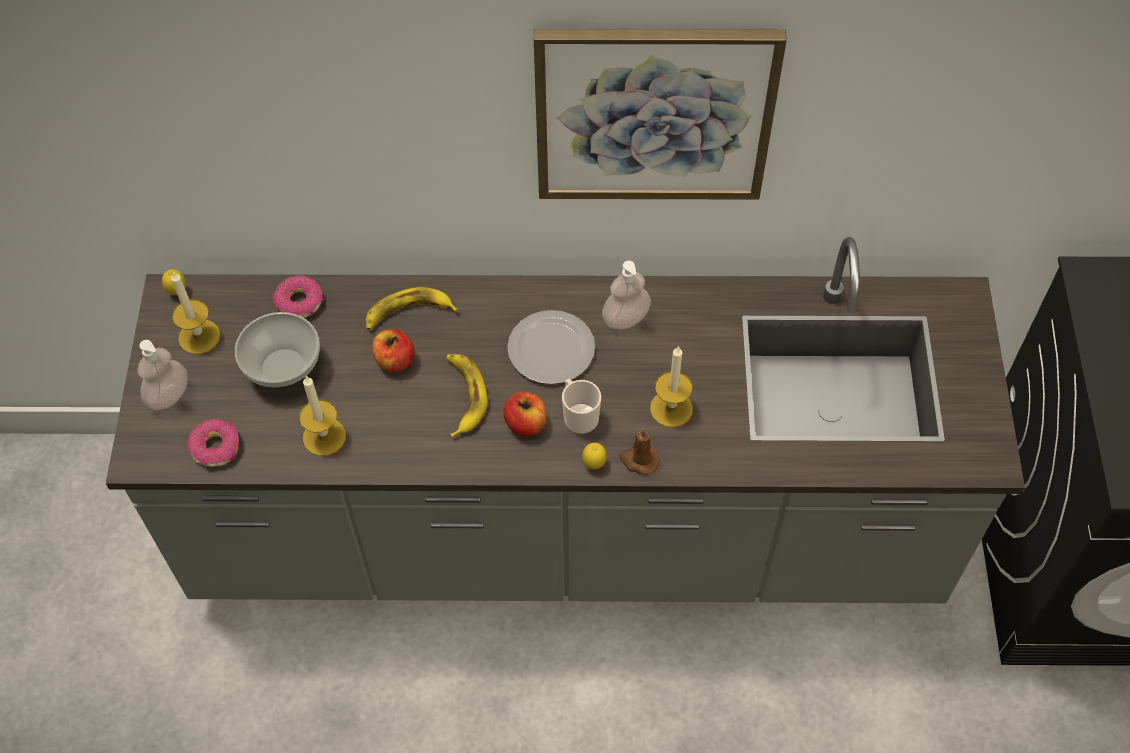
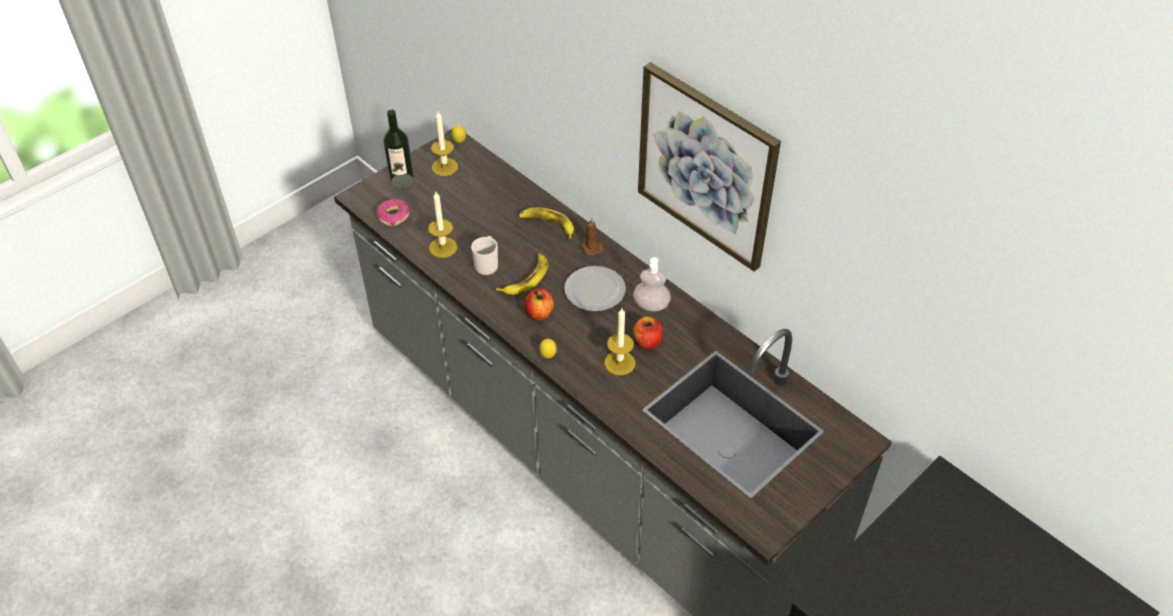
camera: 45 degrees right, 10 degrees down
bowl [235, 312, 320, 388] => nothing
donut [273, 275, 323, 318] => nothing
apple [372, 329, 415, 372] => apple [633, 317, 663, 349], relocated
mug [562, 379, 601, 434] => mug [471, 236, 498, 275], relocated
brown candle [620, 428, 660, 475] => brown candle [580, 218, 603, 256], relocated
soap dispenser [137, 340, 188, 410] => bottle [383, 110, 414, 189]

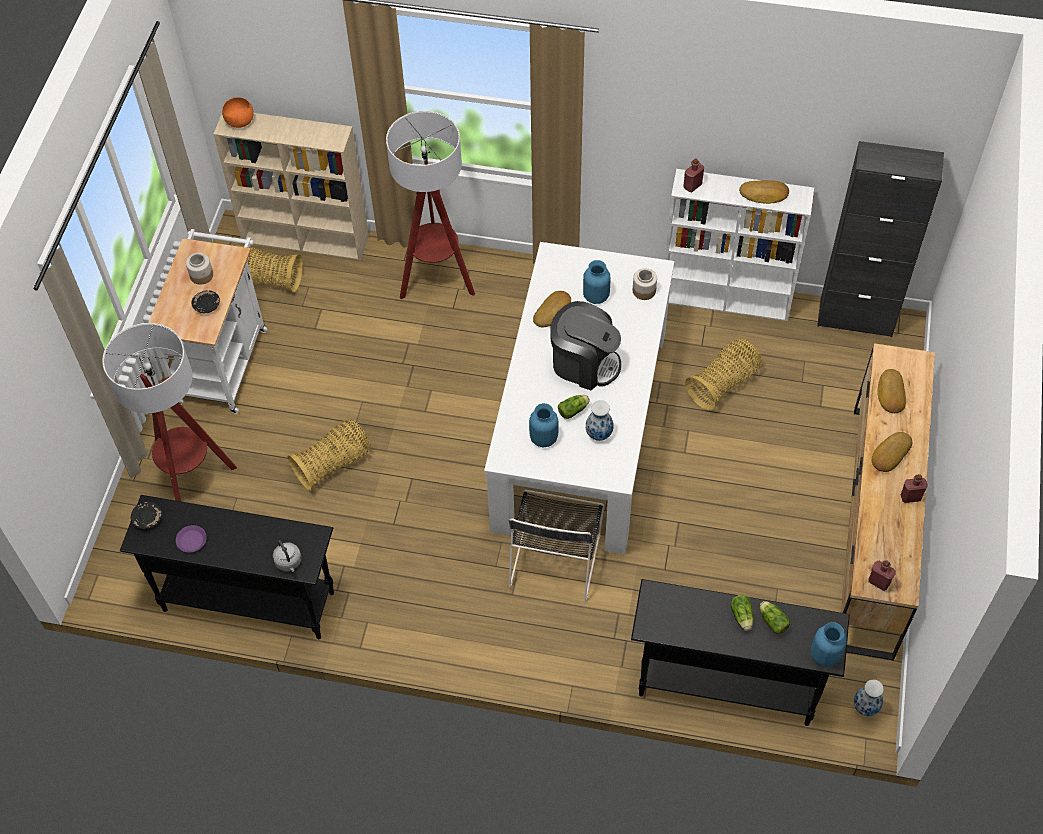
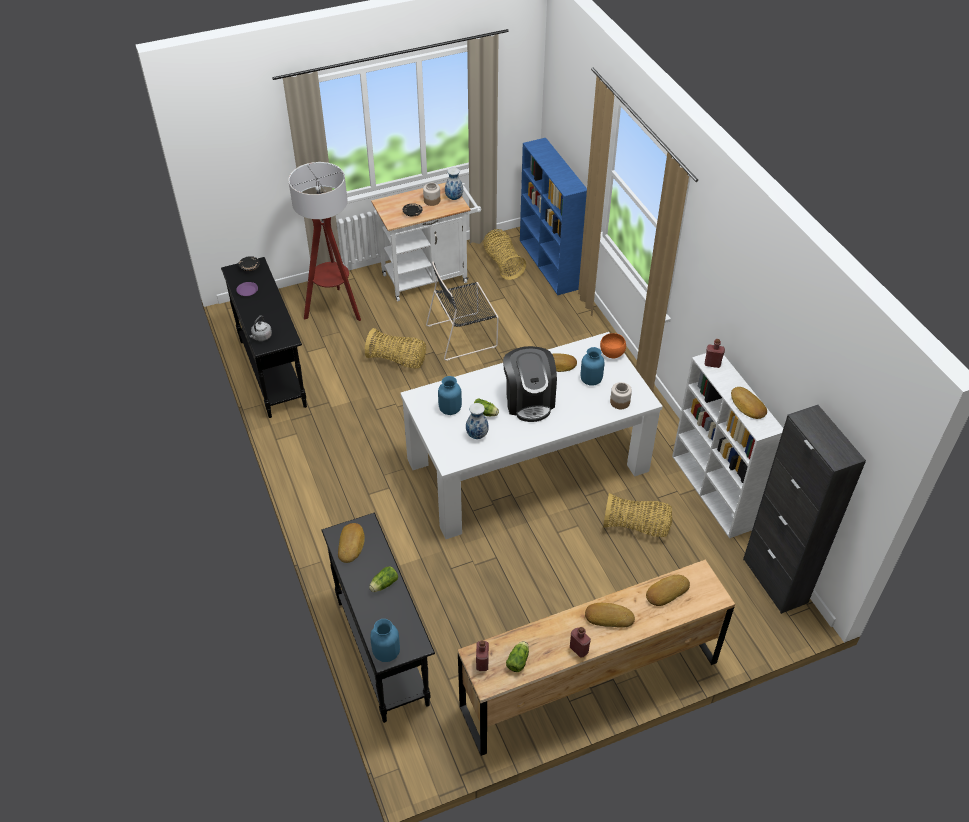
camera: 55 degrees right, 10 degrees down
floor lamp [386, 111, 475, 299] => nothing
nothing => bread [338, 523, 365, 563]
orange bowl [222, 97, 254, 128] => orange bowl [600, 333, 626, 358], relocated
black chair [509, 490, 604, 602] => black chair [426, 262, 498, 361], relocated
lettuce [760, 601, 790, 634] => lettuce [506, 641, 529, 672], relocated
vase [854, 680, 884, 716] => vase [445, 167, 463, 200], relocated
beige bookcase [213, 113, 369, 260] => blue bookcase [520, 138, 587, 295]

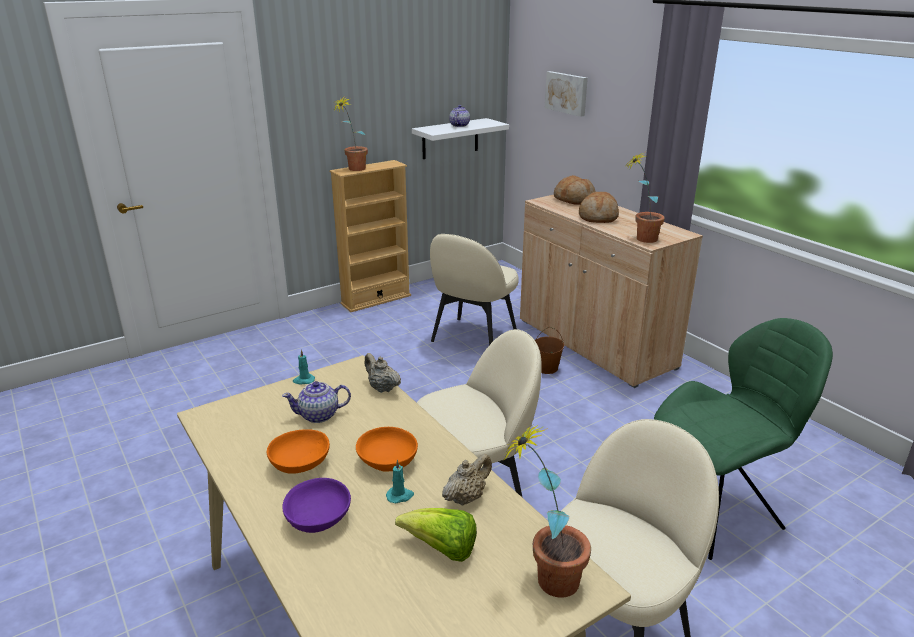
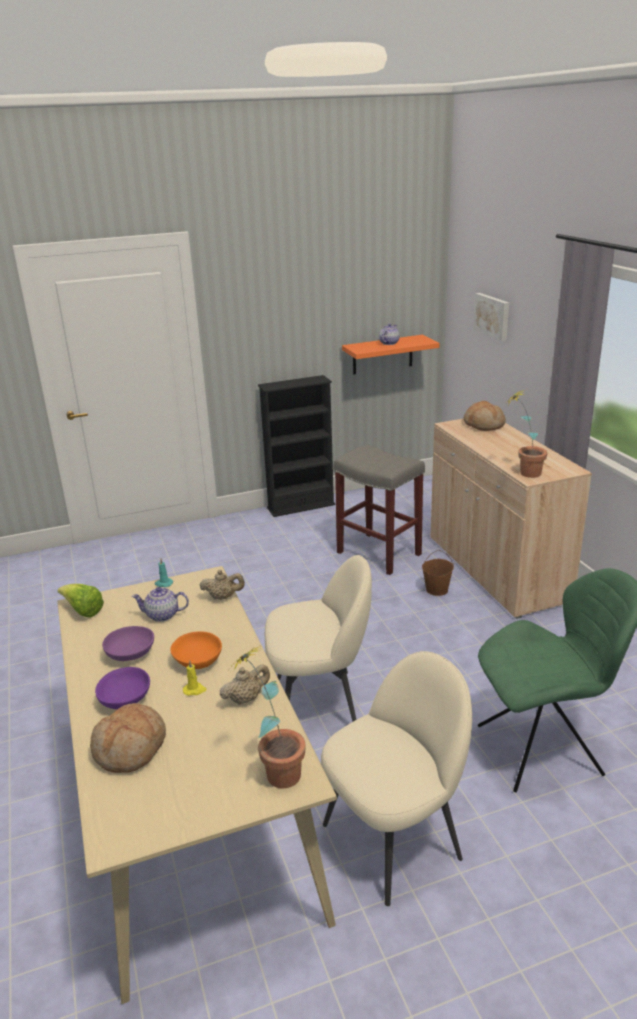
camera: 15 degrees right, 0 degrees up
potted plant [333, 97, 368, 171] => nothing
lettuce [395, 508, 477, 562] => lettuce [57, 584, 104, 618], relocated
bread [579, 192, 619, 223] => bread [90, 703, 166, 773], relocated
beige chair [430, 234, 519, 345] => grey stool [334, 445, 425, 575]
orange bowl [267, 429, 330, 474] => purple bowl [102, 626, 154, 661]
beige bookcase [329, 160, 411, 312] => black bookcase [258, 375, 335, 517]
turquoise candle [386, 460, 414, 503] => yellow candle [183, 661, 207, 696]
white shelf [412, 118, 509, 159] => orange shelf [342, 335, 440, 374]
beige teapot [364, 353, 401, 393] => beige teapot [199, 570, 245, 600], 120 degrees clockwise

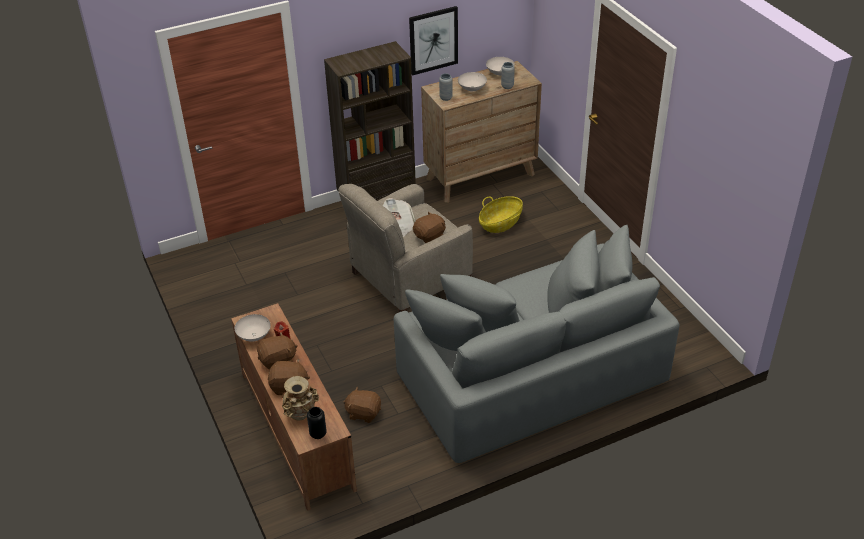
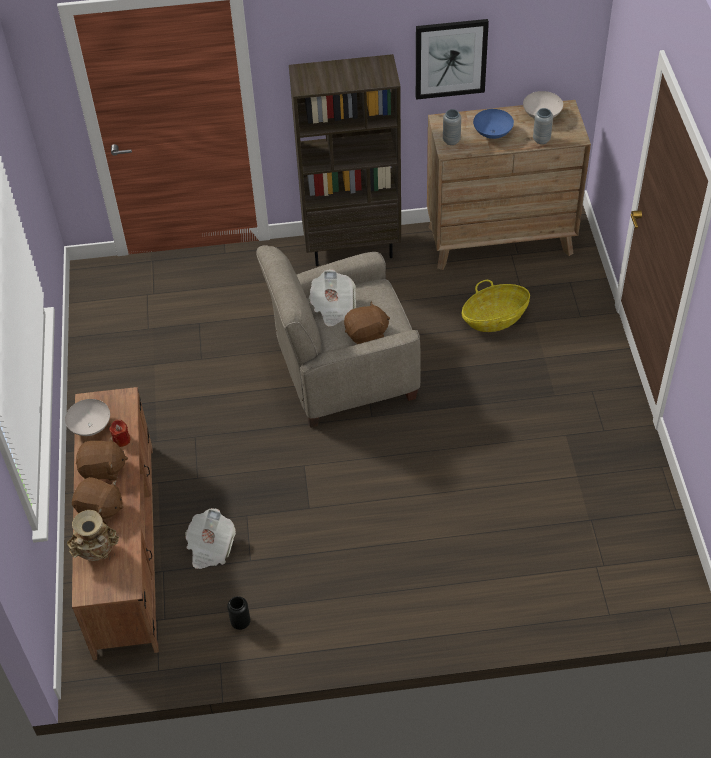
camera: 20 degrees right, 10 degrees up
grey sofa [394, 225, 679, 463] => nothing
black vase [307, 407, 327, 439] => black vase [227, 596, 251, 630], relocated
brown plush toy [343, 387, 381, 423] => newspaper [185, 508, 236, 569]
white bowl [458, 72, 487, 92] => blue bowl [473, 109, 514, 139]

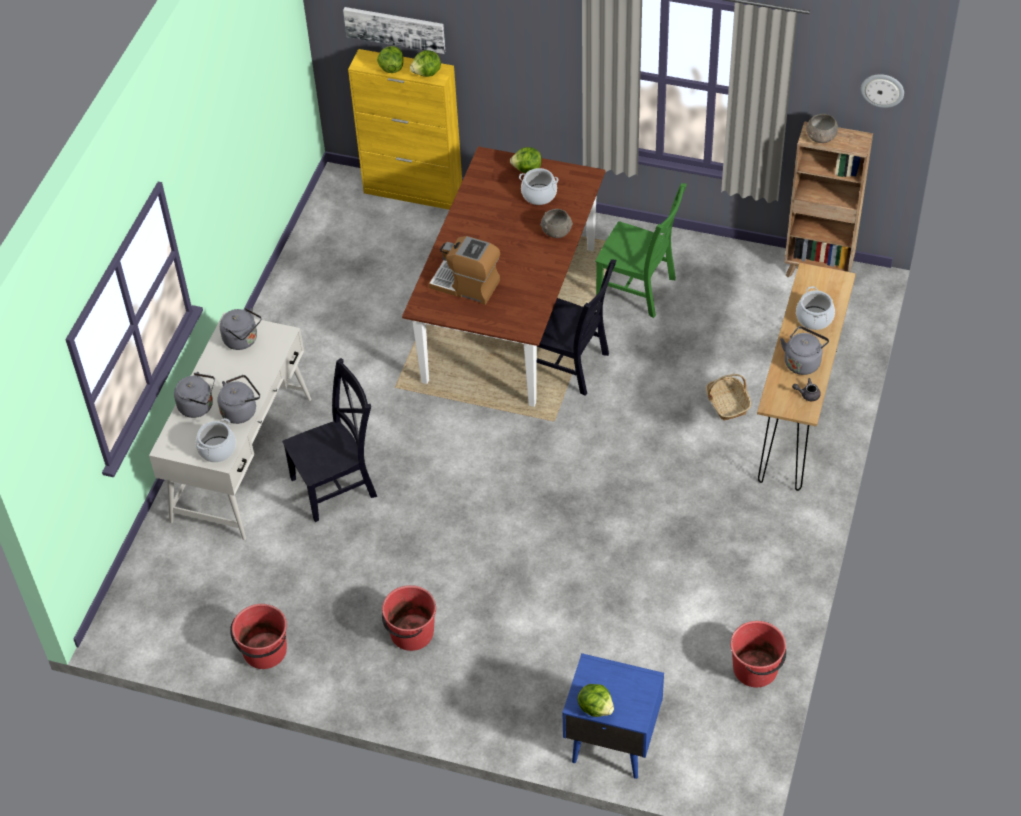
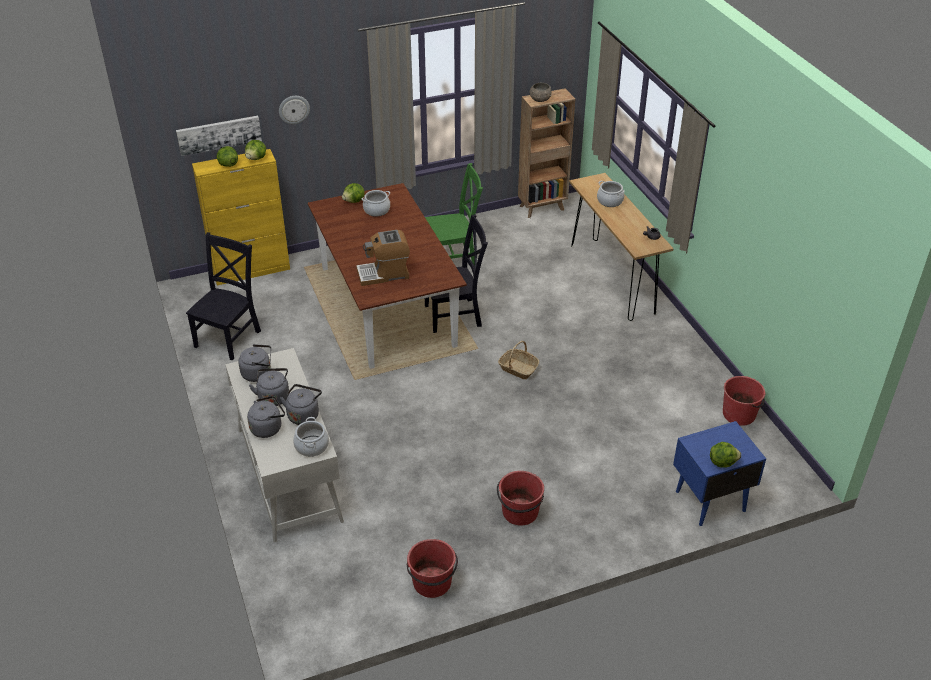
camera: 40 degrees left, 10 degrees down
grey bowl [540, 209, 573, 238] => nothing
black chair [282, 358, 377, 522] => black chair [186, 232, 261, 361], relocated
basket [706, 374, 751, 421] => basket [498, 341, 539, 379], relocated
grey kettle [780, 326, 829, 375] => grey kettle [249, 368, 289, 406], relocated
wall clock [861, 74, 904, 108] => wall clock [279, 96, 310, 124], relocated

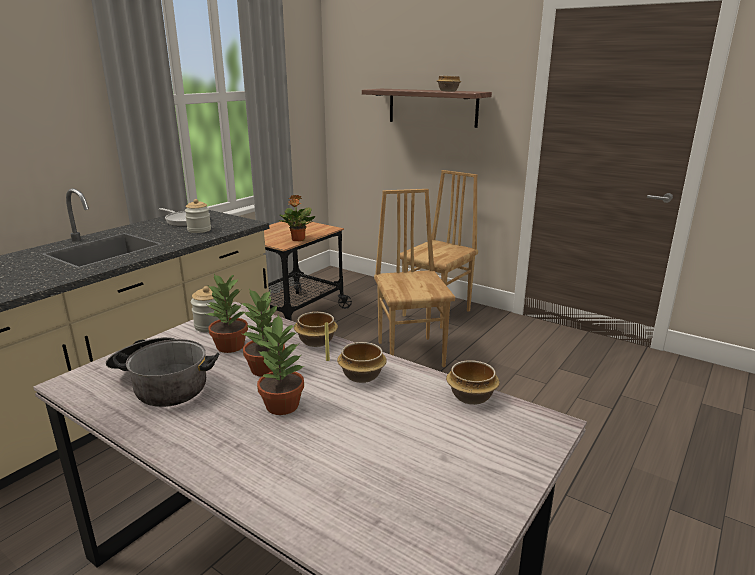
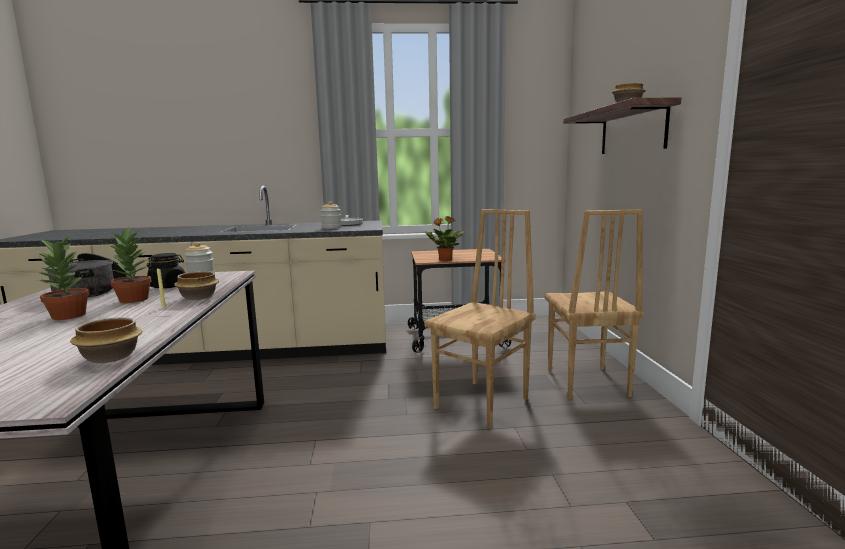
camera: 50 degrees right, 10 degrees down
bowl [337, 342, 387, 383] => nothing
potted plant [207, 274, 248, 353] => black jar [147, 253, 185, 289]
brown chair [400, 170, 478, 329] => brown chair [545, 209, 644, 399], 90 degrees clockwise

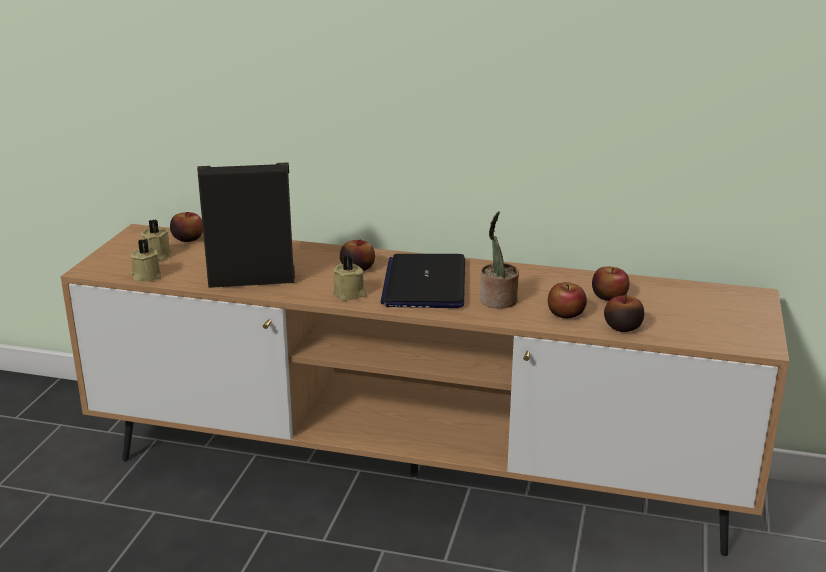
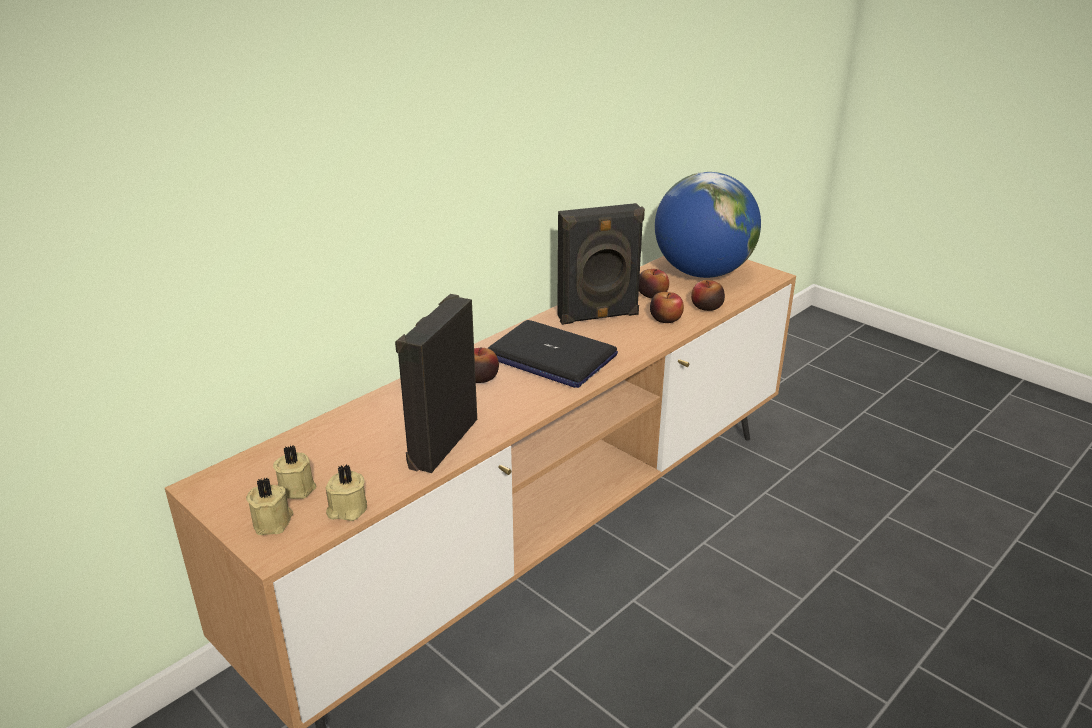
camera: 60 degrees left, 5 degrees up
apple [170, 212, 203, 242] => nothing
potted plant [480, 211, 519, 309] => nothing
nothing => black speaker [557, 203, 645, 325]
nothing => globe [655, 172, 761, 278]
beige candle [333, 255, 367, 301] => beige candle [246, 477, 294, 535], relocated

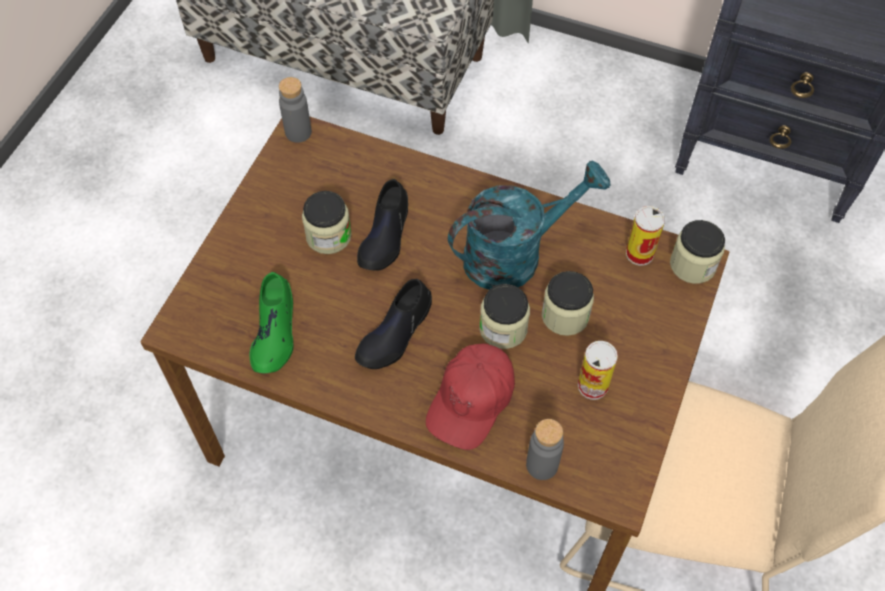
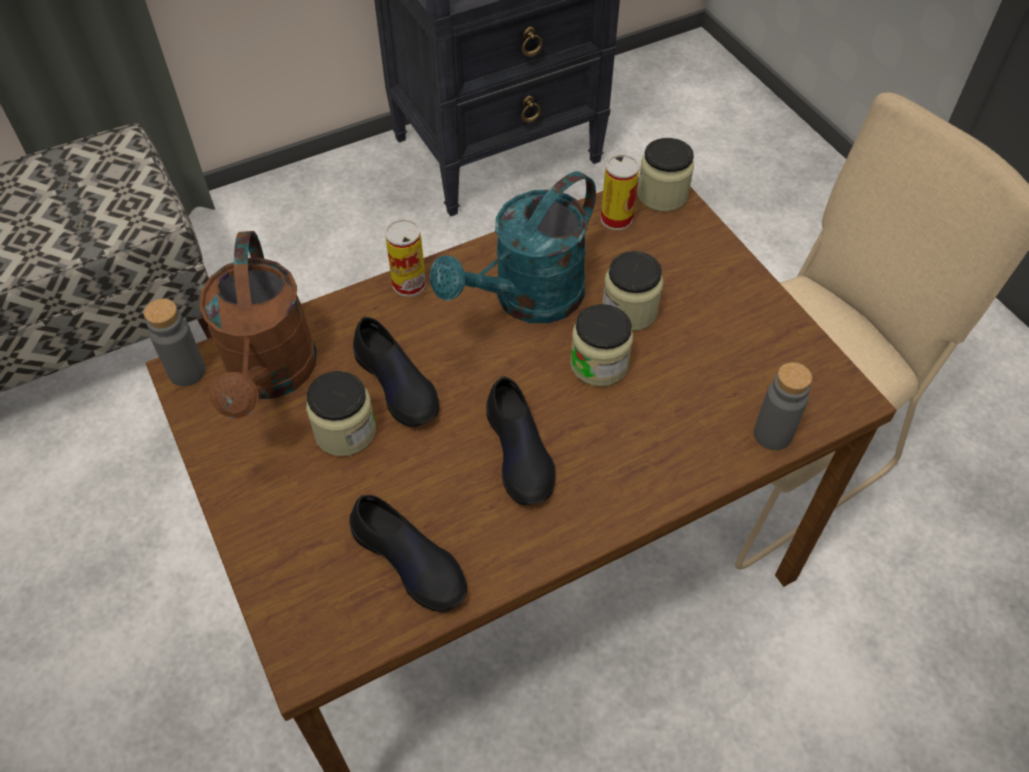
camera: 50 degrees left, 5 degrees down
red cap [426, 344, 515, 450] => nothing
nothing => brown watering can [199, 231, 317, 419]
can [578, 341, 618, 400] => can [385, 219, 426, 297], relocated
green shoe [250, 272, 293, 373] => black shoe [350, 495, 467, 612]
turquoise watering can [448, 161, 610, 290] => turquoise watering can [430, 171, 596, 323], 150 degrees counterclockwise

